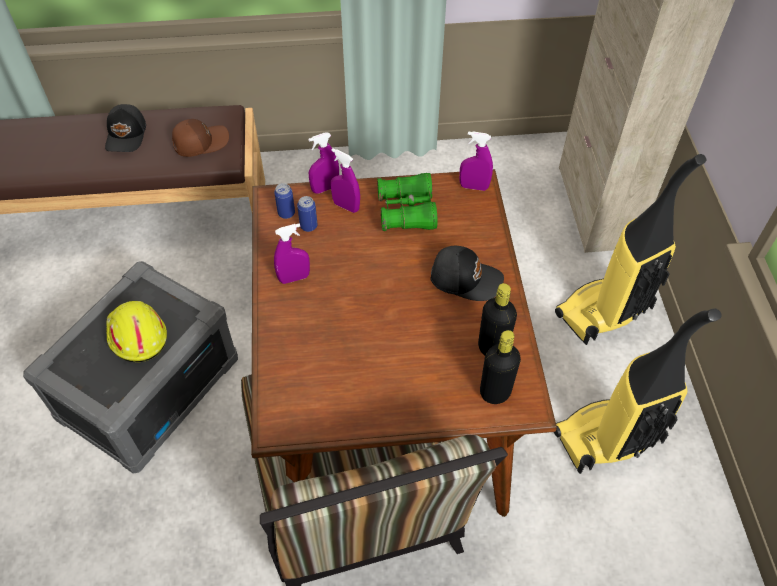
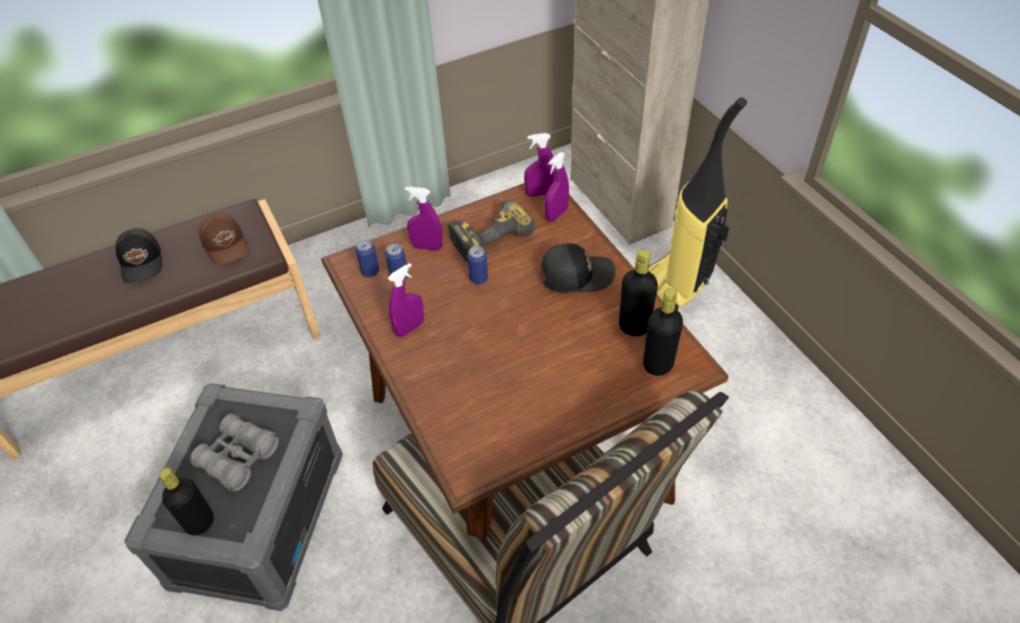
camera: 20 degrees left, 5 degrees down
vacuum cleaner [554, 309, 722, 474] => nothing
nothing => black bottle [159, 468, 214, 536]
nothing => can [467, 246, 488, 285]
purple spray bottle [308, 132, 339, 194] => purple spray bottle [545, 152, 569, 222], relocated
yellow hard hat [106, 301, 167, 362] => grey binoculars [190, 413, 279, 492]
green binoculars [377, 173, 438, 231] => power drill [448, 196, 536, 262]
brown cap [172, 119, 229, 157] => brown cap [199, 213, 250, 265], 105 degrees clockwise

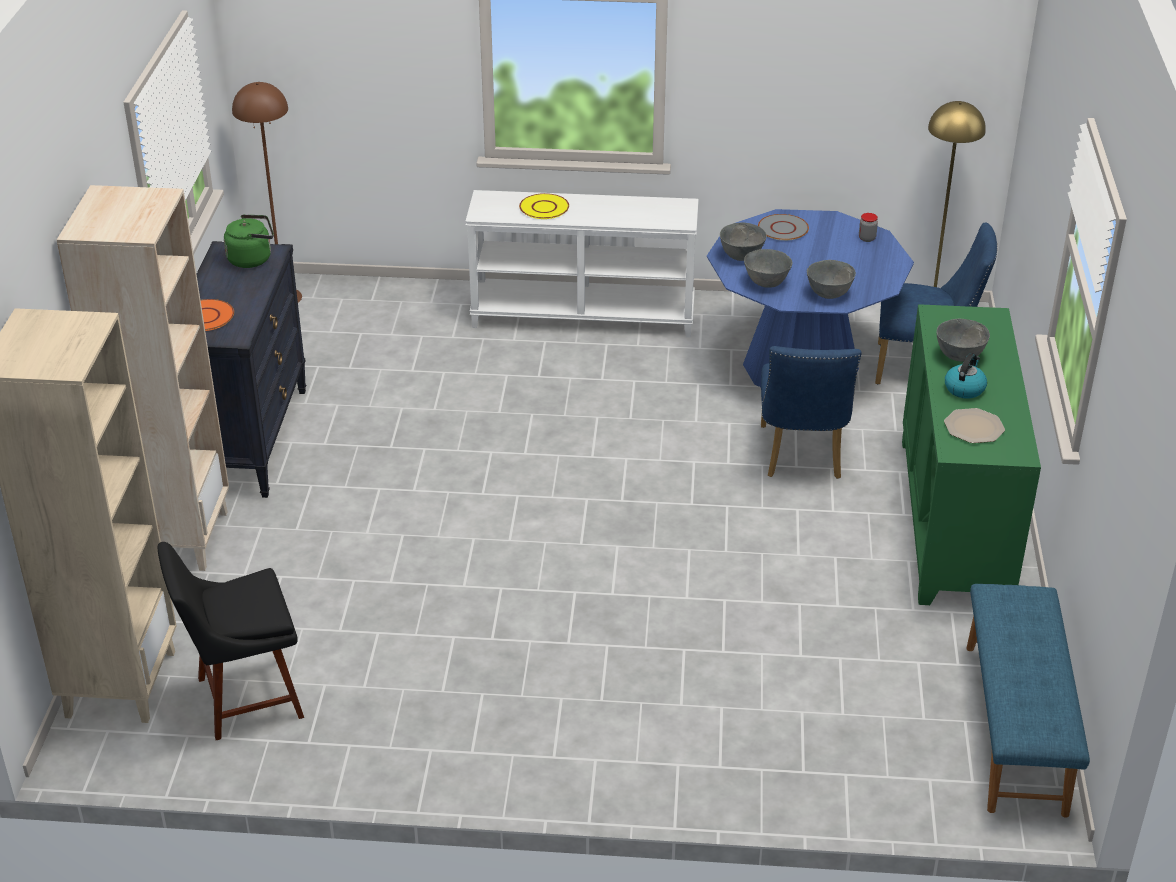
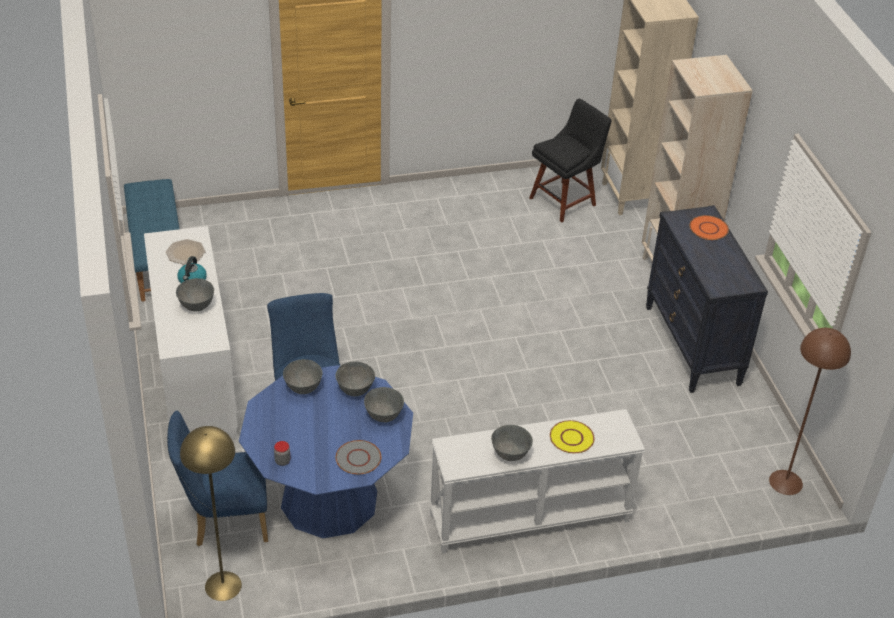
camera: 160 degrees right, 5 degrees up
green kettle [224, 214, 274, 268] => nothing
nothing => grey bowl [491, 425, 533, 461]
green cabinet [902, 304, 1041, 605] => white cabinet [144, 226, 238, 440]

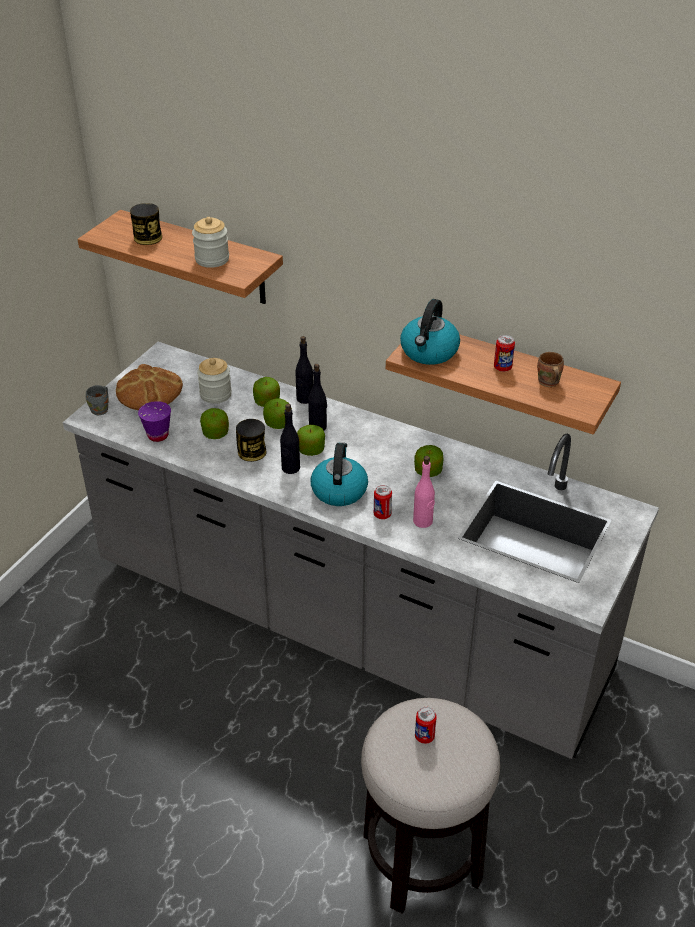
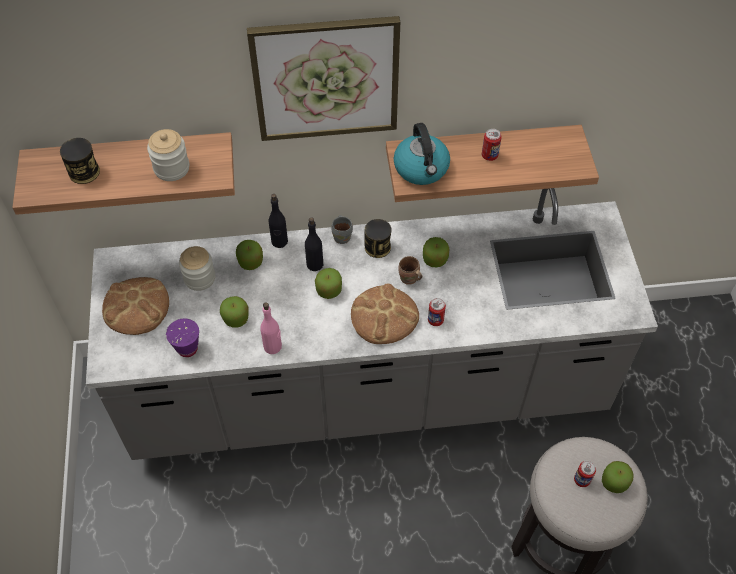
camera: 35 degrees left, 15 degrees up
black bottle [280, 404, 300, 474] => nothing
nothing => picture [247, 16, 400, 141]
grey mug [86, 385, 109, 415] => grey mug [331, 215, 353, 244], relocated
can [236, 419, 267, 462] => can [364, 219, 392, 258], relocated
apple [263, 398, 292, 429] => apple [602, 461, 634, 493], relocated
pink bottle [413, 456, 435, 528] => pink bottle [260, 302, 282, 354], relocated
brown mug [537, 352, 564, 387] => brown mug [399, 256, 422, 285], relocated
kettle [311, 442, 368, 506] => bread [351, 284, 419, 344]

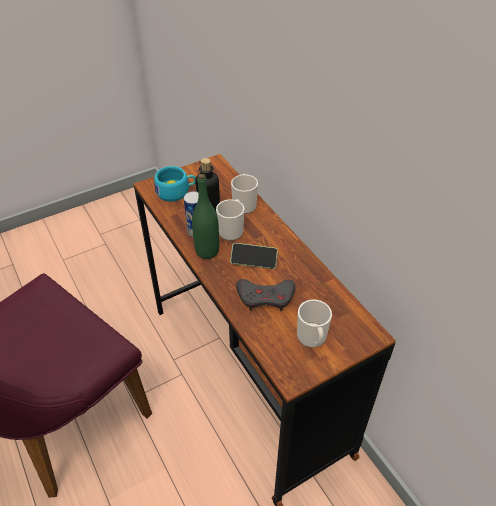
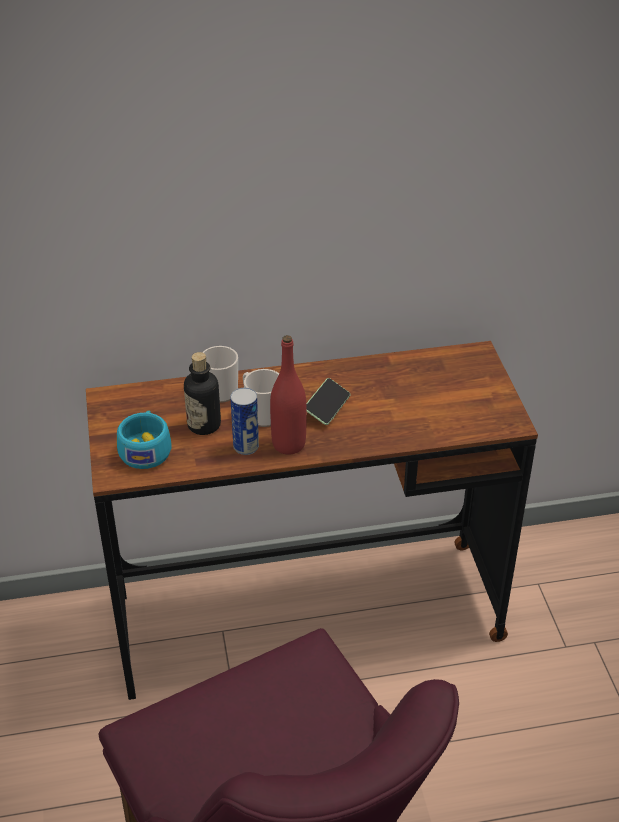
camera: 70 degrees left, 5 degrees down
grey game controller [236, 279, 295, 311] => nothing
mug [297, 299, 332, 348] => nothing
green bottle [192, 174, 219, 259] => red bottle [270, 335, 307, 455]

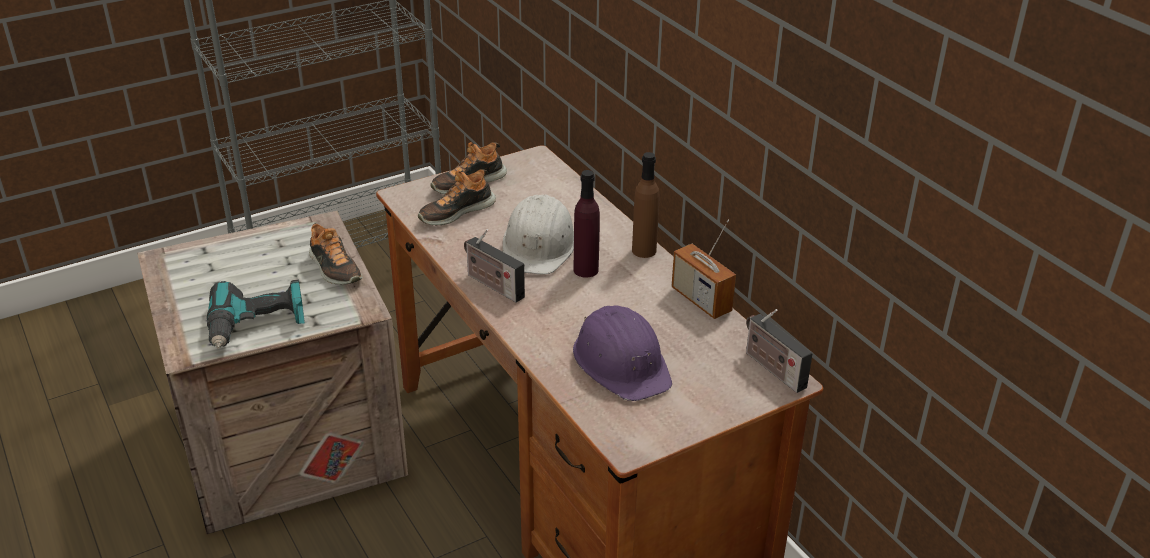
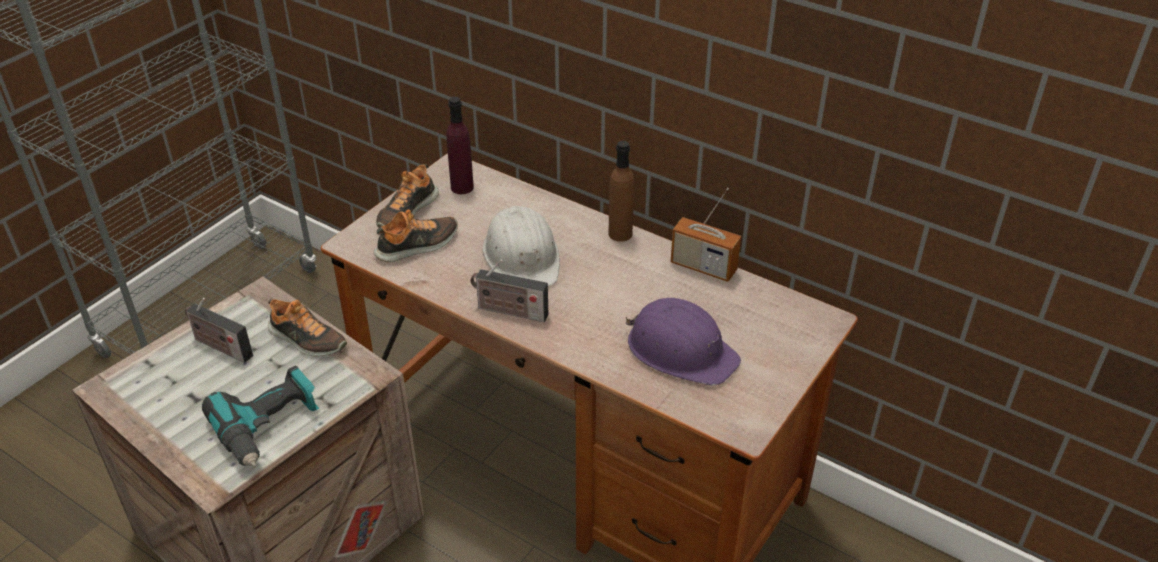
camera: 25 degrees left, 5 degrees up
purple bottle [573, 170, 600, 278] => purple bottle [446, 97, 474, 194], relocated
radio [746, 309, 813, 393] => radio [185, 298, 253, 363], relocated
shoe [418, 169, 496, 225] => shoe [374, 209, 458, 262], 150 degrees counterclockwise

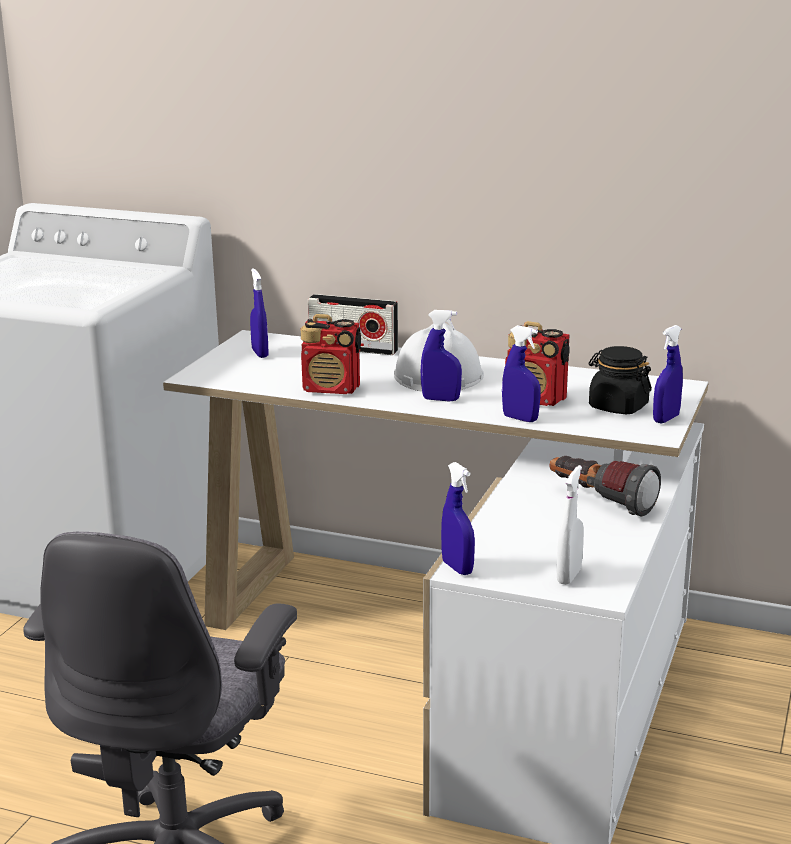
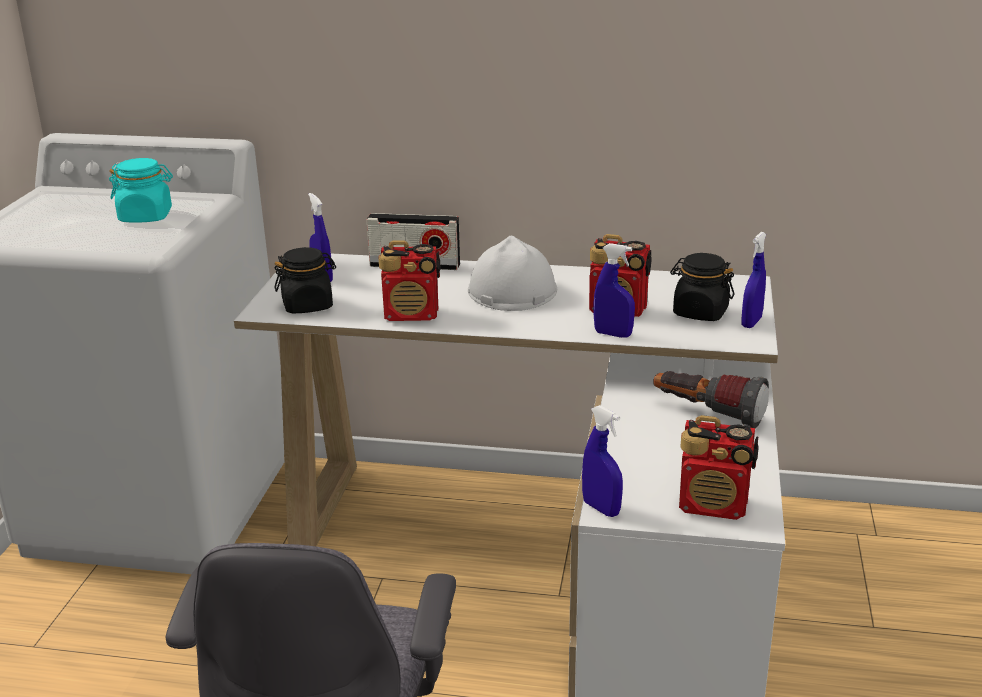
camera: 10 degrees left, 5 degrees up
blue spray bottle [421, 310, 462, 402] => nothing
nothing => turquoise jar [109, 158, 173, 223]
nothing => black jar [274, 247, 336, 313]
white spray bottle [557, 465, 584, 585] => radio [679, 415, 759, 520]

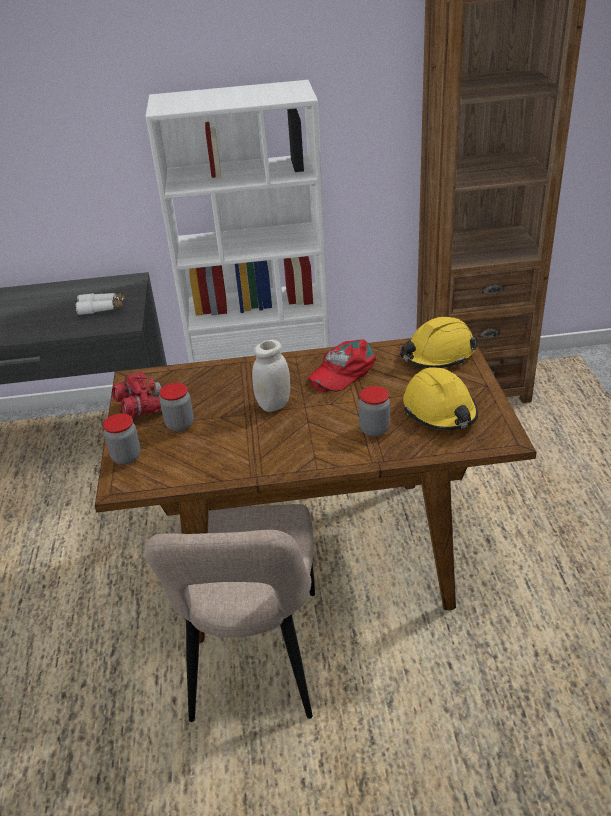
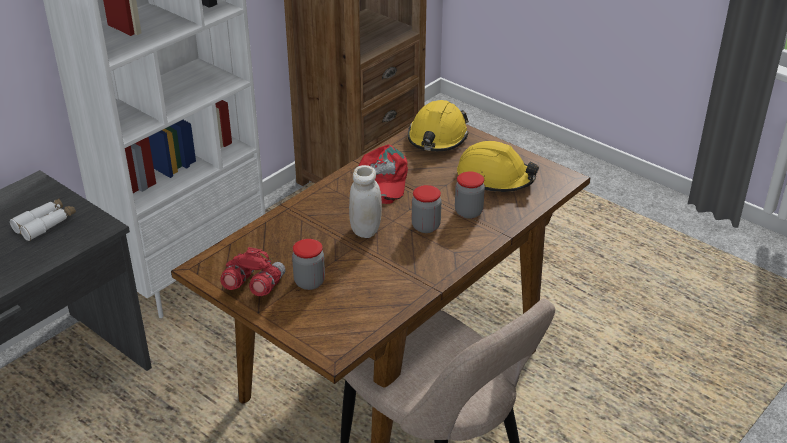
camera: 45 degrees left, 0 degrees up
jar [103, 413, 141, 464] => jar [412, 185, 441, 233], relocated

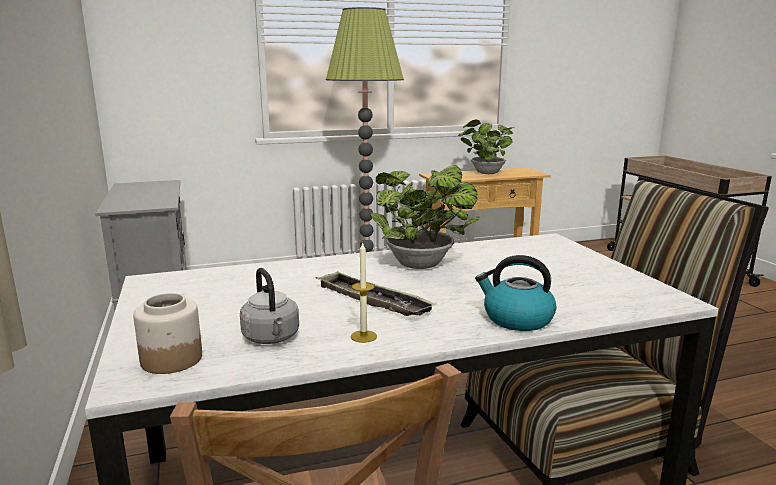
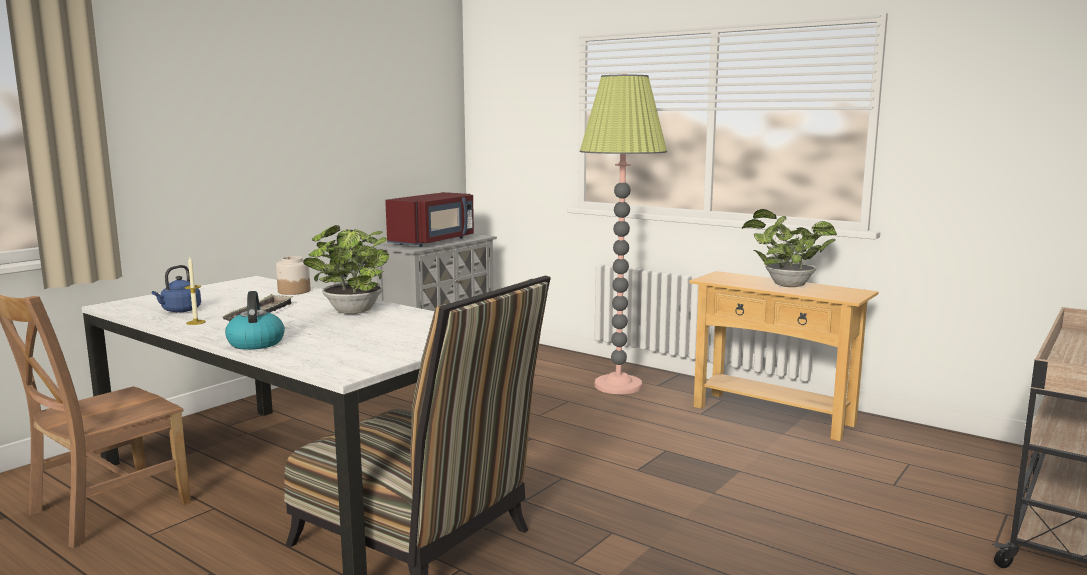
camera: 55 degrees right, 5 degrees down
nothing => red microwave [385, 192, 474, 247]
jar [133, 293, 202, 374] => jar [276, 256, 311, 295], relocated
grey kettle [240, 268, 299, 344] => blue kettle [152, 265, 201, 312]

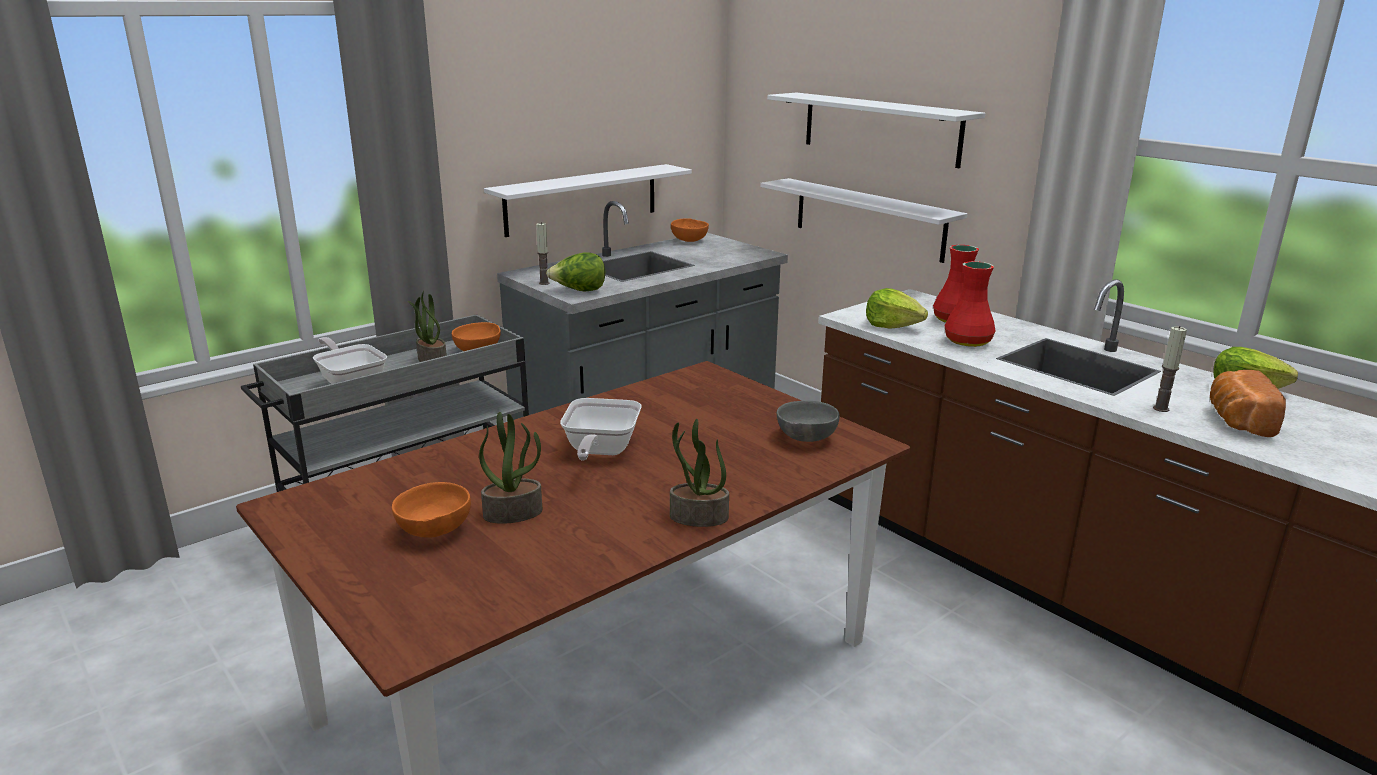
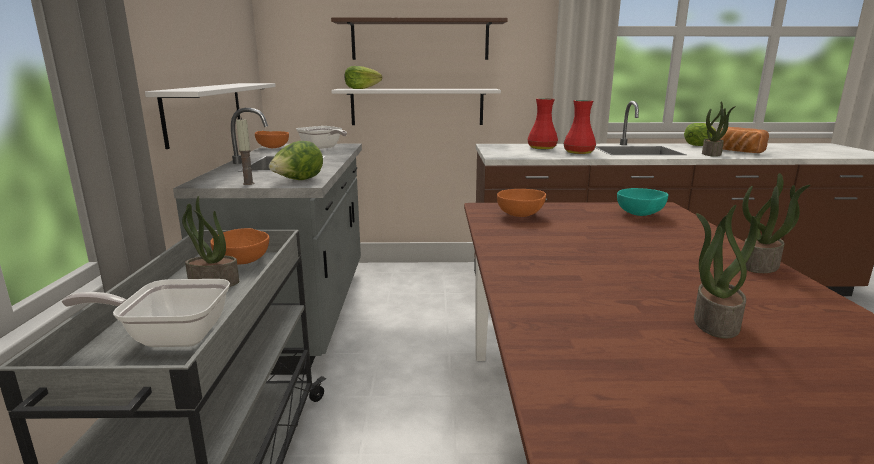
camera: 50 degrees left, 5 degrees down
orange bowl [392, 482, 471, 538] => orange bowl [497, 189, 546, 217], relocated
frying pan [560, 398, 642, 461] => frying pan [296, 126, 347, 149], relocated
lettuce [866, 288, 928, 329] => lettuce [345, 66, 382, 89], relocated
candle [1153, 326, 1187, 412] => potted plant [702, 101, 736, 157]
white shelf [767, 93, 985, 168] => brown shelf [331, 18, 508, 60]
grey bowl [777, 401, 840, 442] => turquoise bowl [617, 188, 668, 216]

